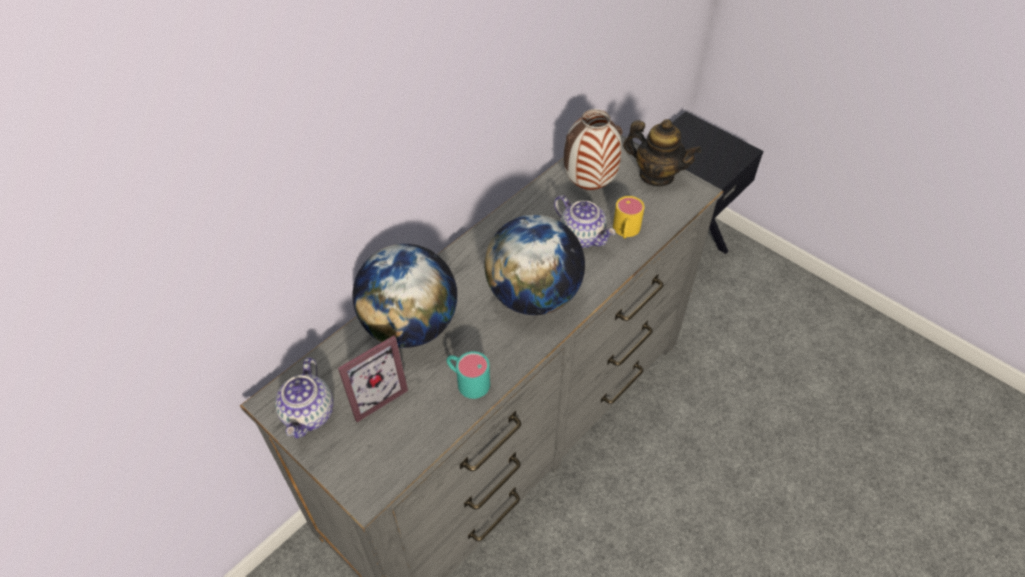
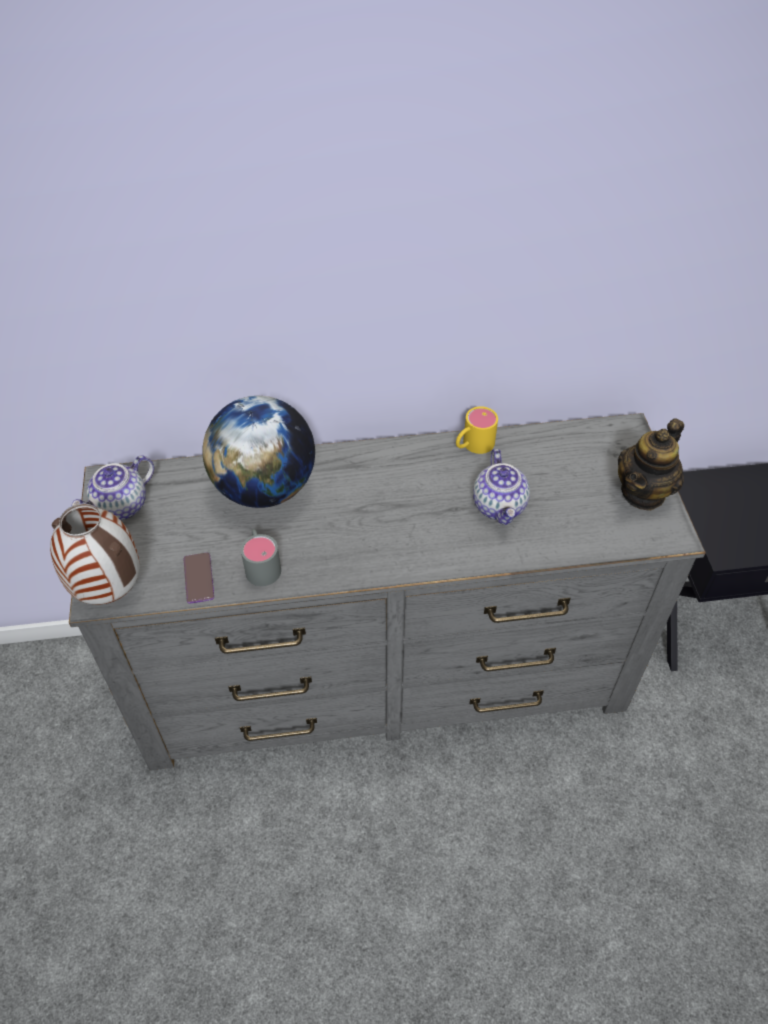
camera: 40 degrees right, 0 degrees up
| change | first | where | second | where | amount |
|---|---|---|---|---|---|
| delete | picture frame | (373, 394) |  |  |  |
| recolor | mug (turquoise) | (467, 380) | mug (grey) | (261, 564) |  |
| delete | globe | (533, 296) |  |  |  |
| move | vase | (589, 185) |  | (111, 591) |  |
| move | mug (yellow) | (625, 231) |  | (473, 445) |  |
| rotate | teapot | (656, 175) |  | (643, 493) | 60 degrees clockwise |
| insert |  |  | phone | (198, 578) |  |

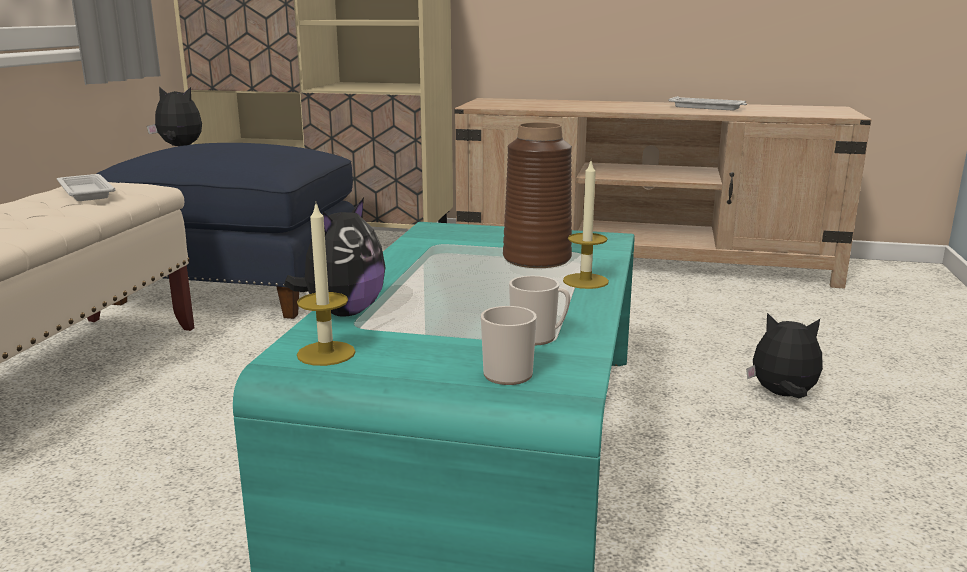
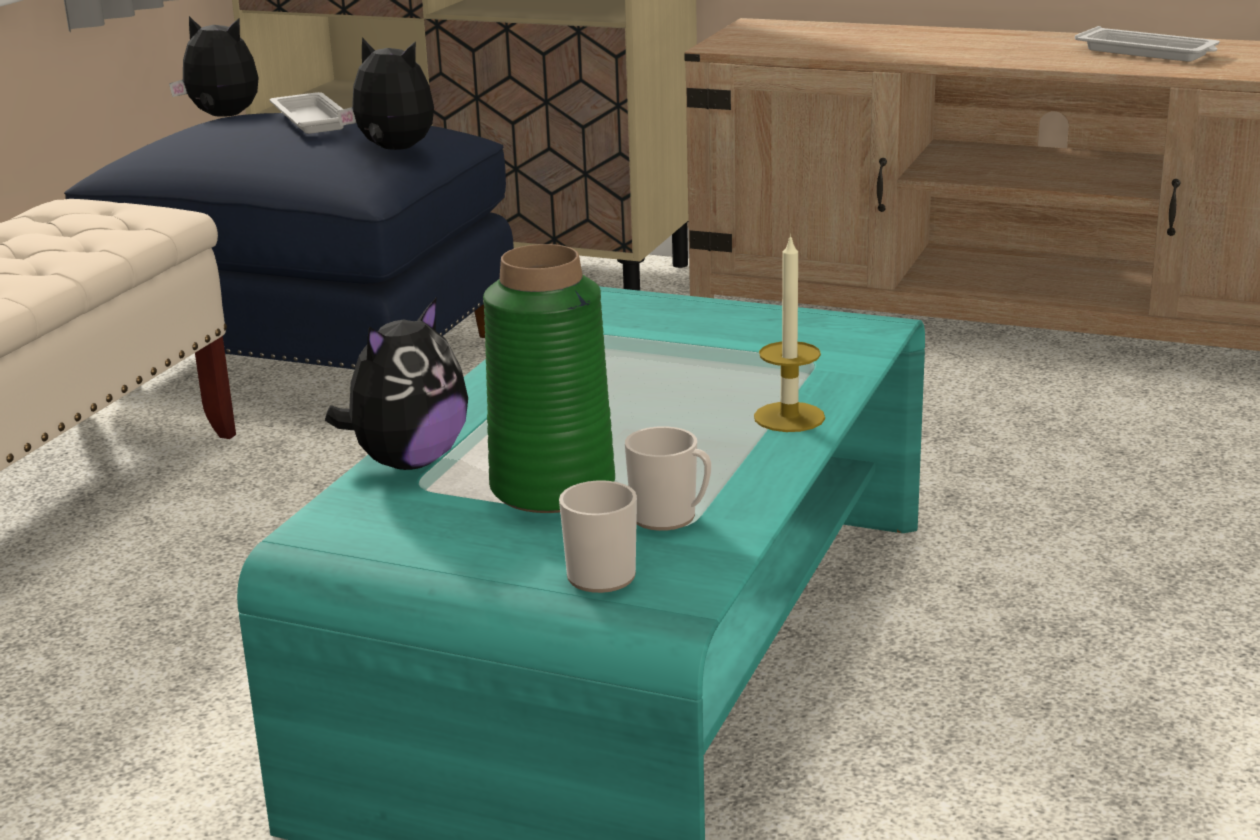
camera: 10 degrees right, 5 degrees up
| change | first | where | second | where | amount |
|---|---|---|---|---|---|
| move | tray (white) | (86, 192) |  | (311, 120) |  |
| delete | candle | (326, 353) |  |  |  |
| delete | vase (brown) | (536, 259) |  |  |  |
| move | plush toy | (783, 395) |  | (393, 150) |  |
| insert |  |  | vase (green) | (552, 487) |  |

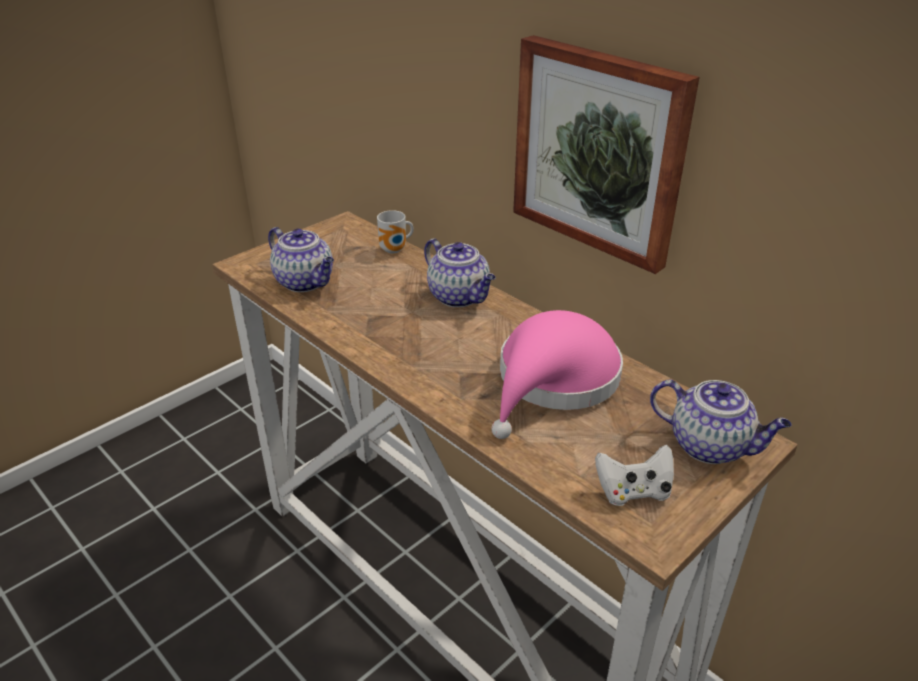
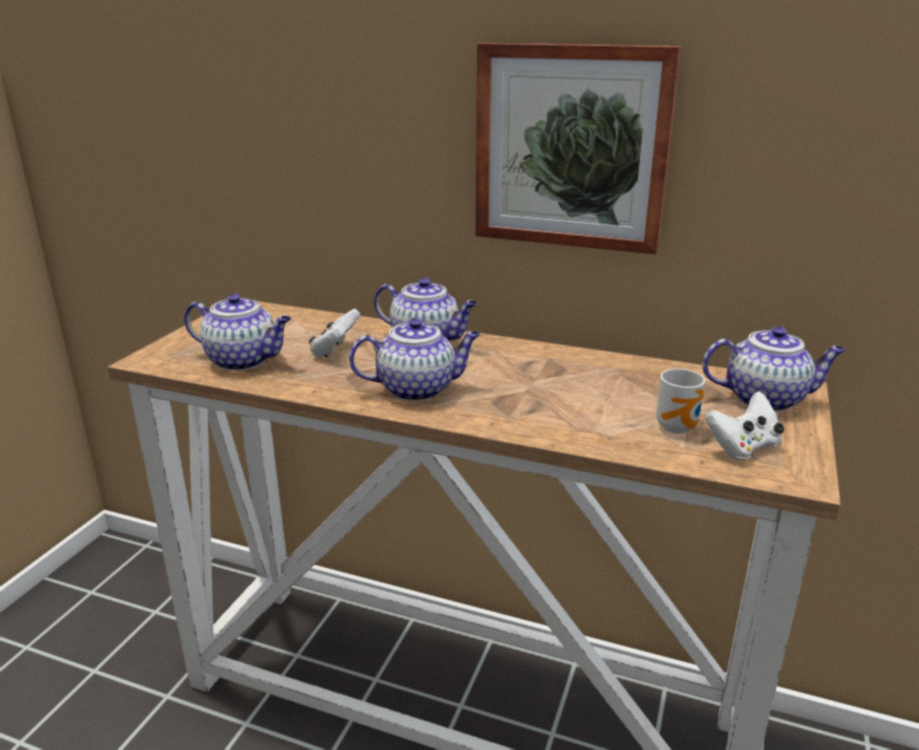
camera: 25 degrees left, 10 degrees down
| change | first | where | second | where | amount |
|---|---|---|---|---|---|
| move | mug | (395, 250) |  | (679, 427) |  |
| delete | hat (pink) | (554, 381) |  |  |  |
| insert |  |  | game controller (white) | (335, 351) |  |
| insert |  |  | teapot | (418, 389) |  |

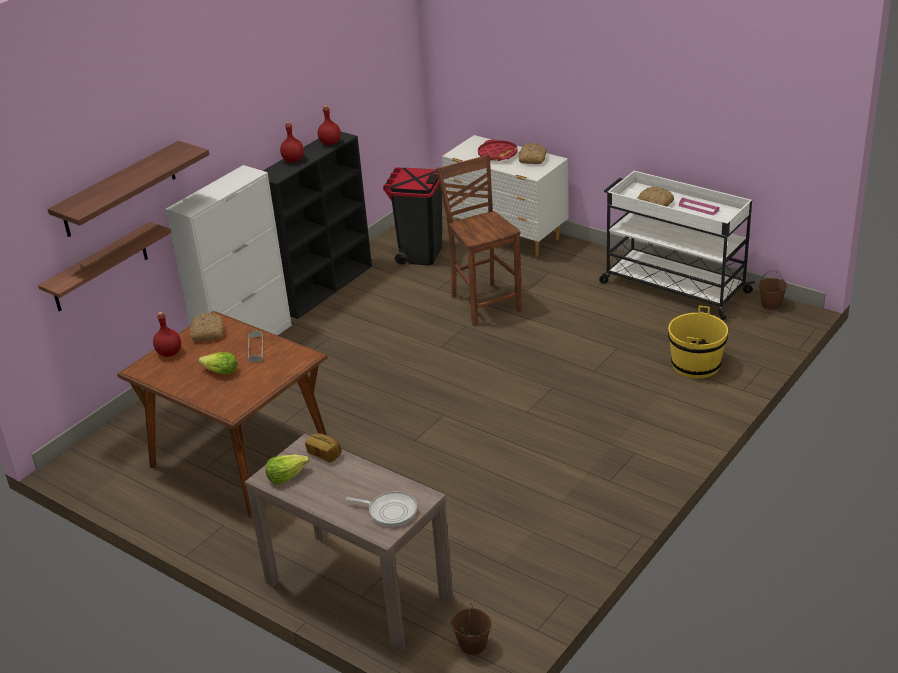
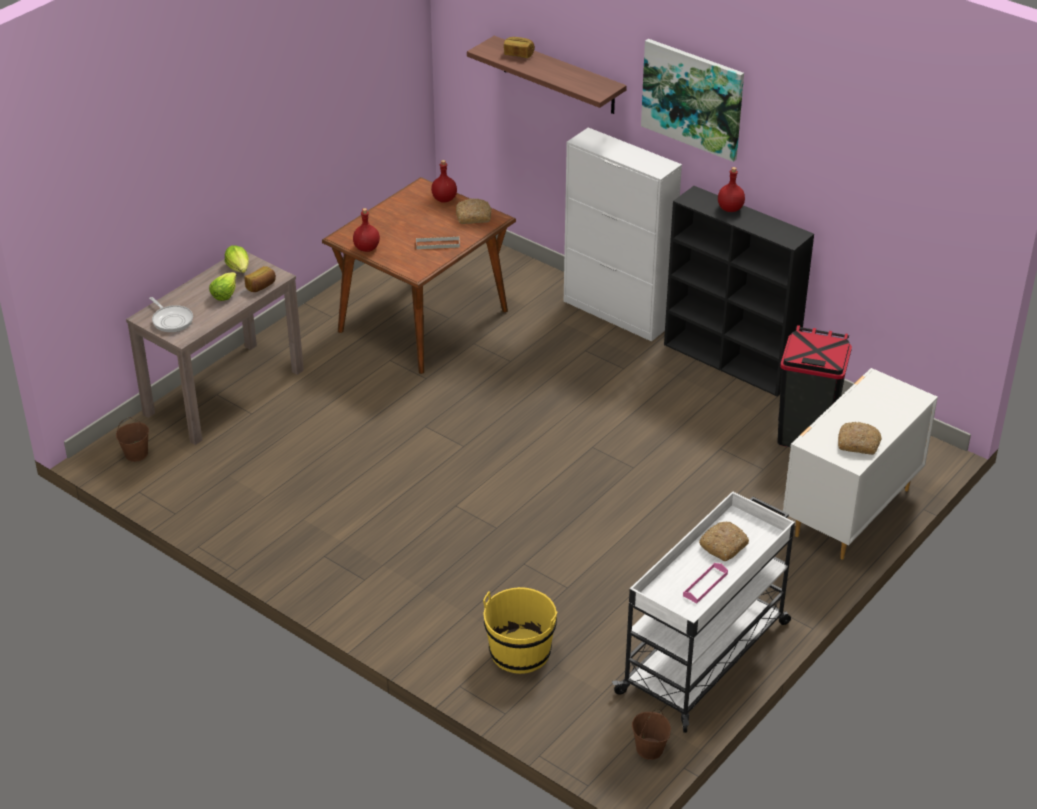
camera: 90 degrees right, 5 degrees up
| change | first | where | second | where | amount |
|---|---|---|---|---|---|
| delete | shelf | (100, 268) |  |  |  |
| move | lettuce | (220, 372) |  | (224, 294) |  |
| move | bottle (red) | (330, 143) |  | (367, 248) |  |
| rotate | frying pan | (390, 511) |  | (171, 320) | 60 degrees counterclockwise |
| delete | chair (brown) | (484, 303) |  |  |  |
| delete | tray (red) | (497, 154) |  |  |  |
| insert |  |  | bread | (518, 54) |  |
| insert |  |  | picture | (693, 98) |  |

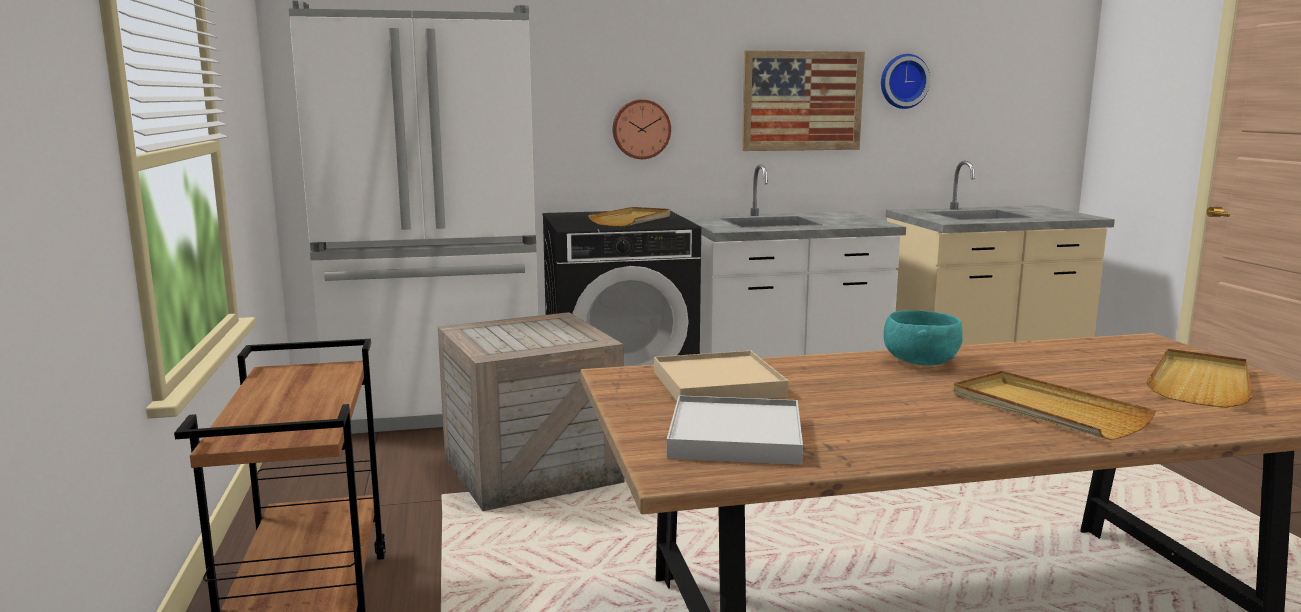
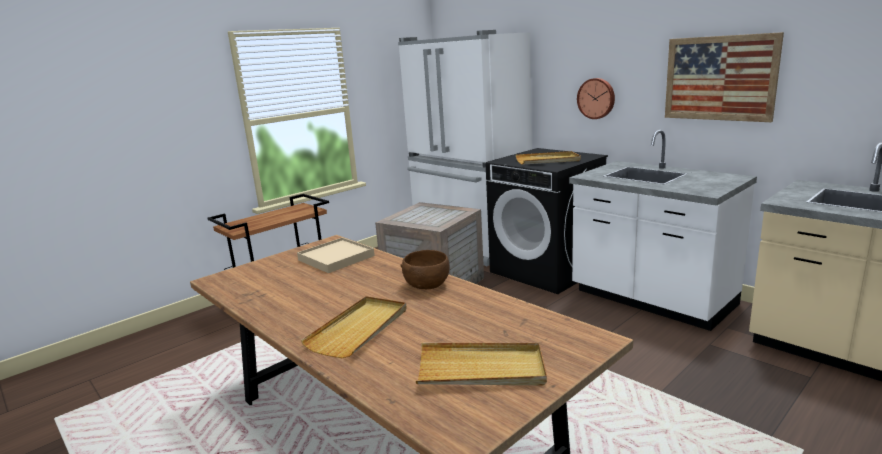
camera: 60 degrees right, 5 degrees up
| change | first | where | second | where | amount |
|---|---|---|---|---|---|
| delete | tray (white) | (735, 437) |  |  |  |
| delete | wall clock | (903, 81) |  |  |  |
| recolor | bowl (turquoise) | (919, 362) | bowl (brown) | (426, 285) |  |

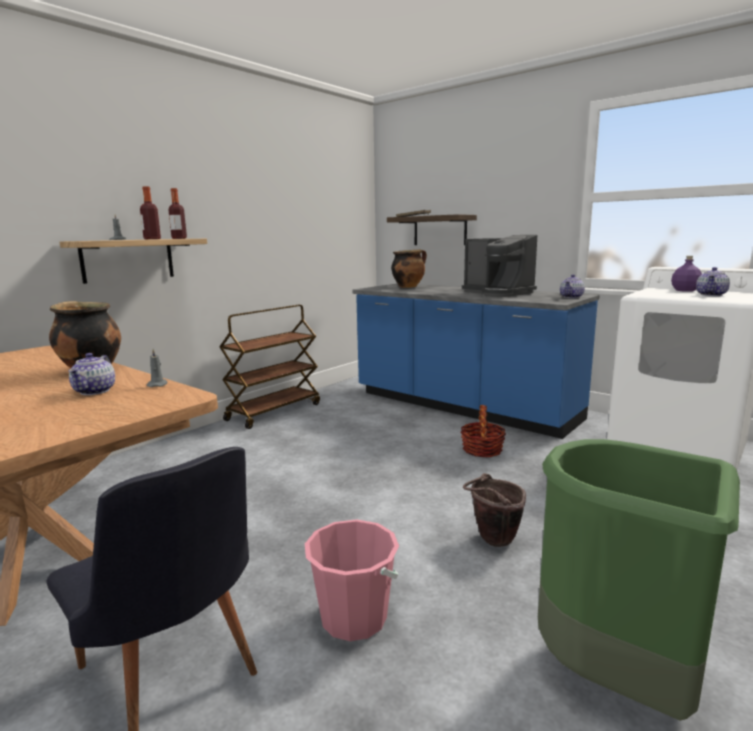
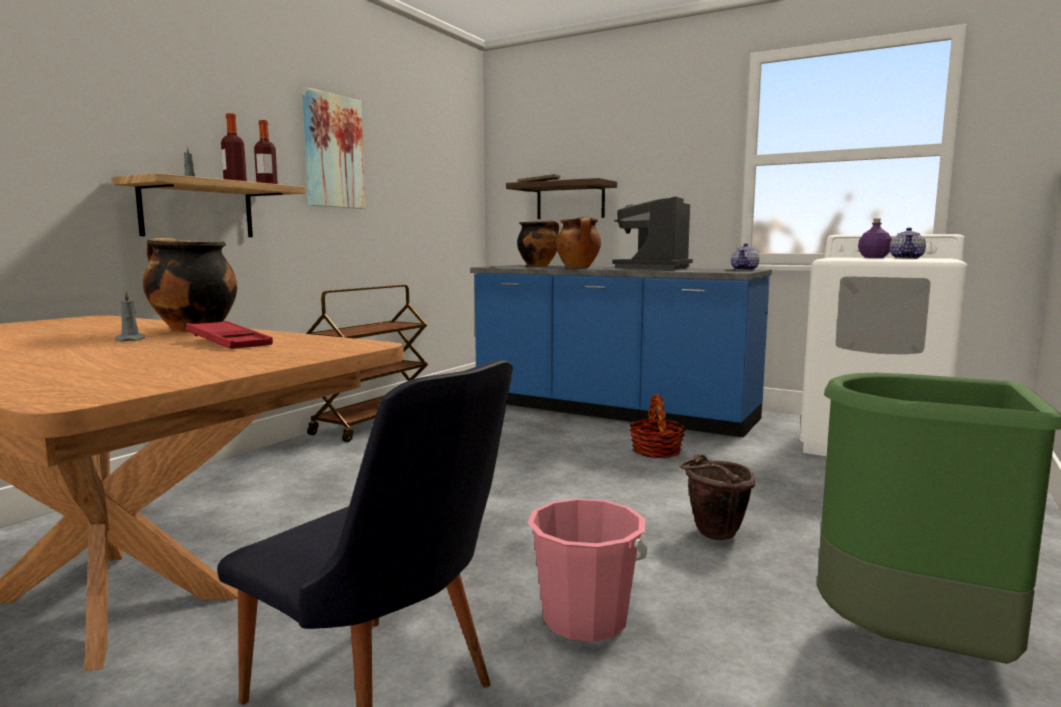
camera: 10 degrees left, 5 degrees down
| change | first | where | second | where | amount |
|---|---|---|---|---|---|
| replace | teapot | (95, 391) | tray (red) | (229, 343) |  |
| move | candle (grey) | (157, 384) |  | (131, 340) |  |
| rotate | coffee machine | (498, 293) |  | (655, 268) | 75 degrees clockwise |
| insert |  |  | picture | (333, 151) |  |
| insert |  |  | cooking pot | (579, 268) |  |

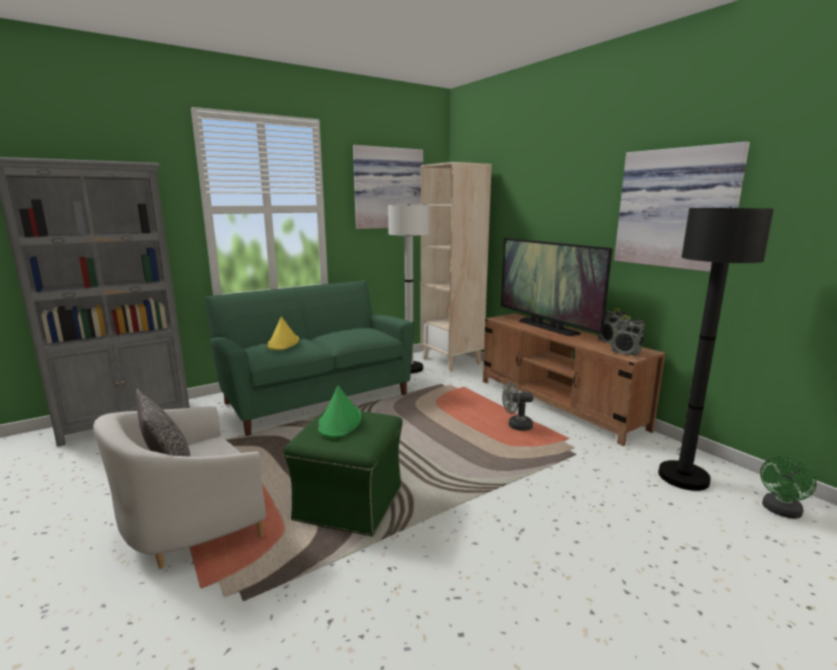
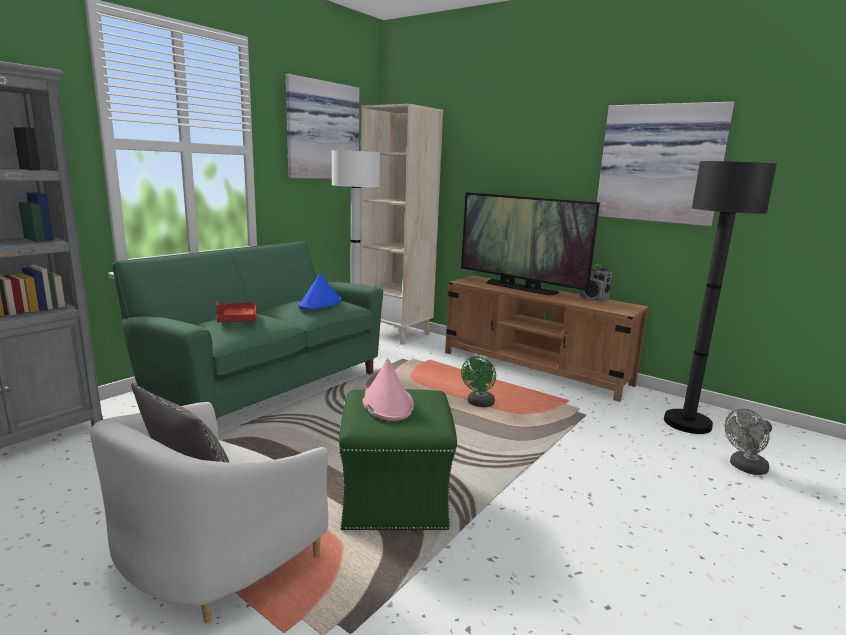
camera: 20 degrees left, 0 degrees up
| change | first | where | second | where | amount |
|---|---|---|---|---|---|
| replace | hat (yellow) | (283, 343) | tray (red) | (237, 319) |  |
| recolor | hat (green) | (340, 422) | hat (pink) | (387, 403) |  |
| move | fan (grey) | (516, 426) |  | (744, 468) |  |
| delete | radio | (625, 352) |  |  |  |
| move | fan (green) | (780, 511) |  | (479, 404) |  |
| insert |  |  | hat (blue) | (320, 303) |  |

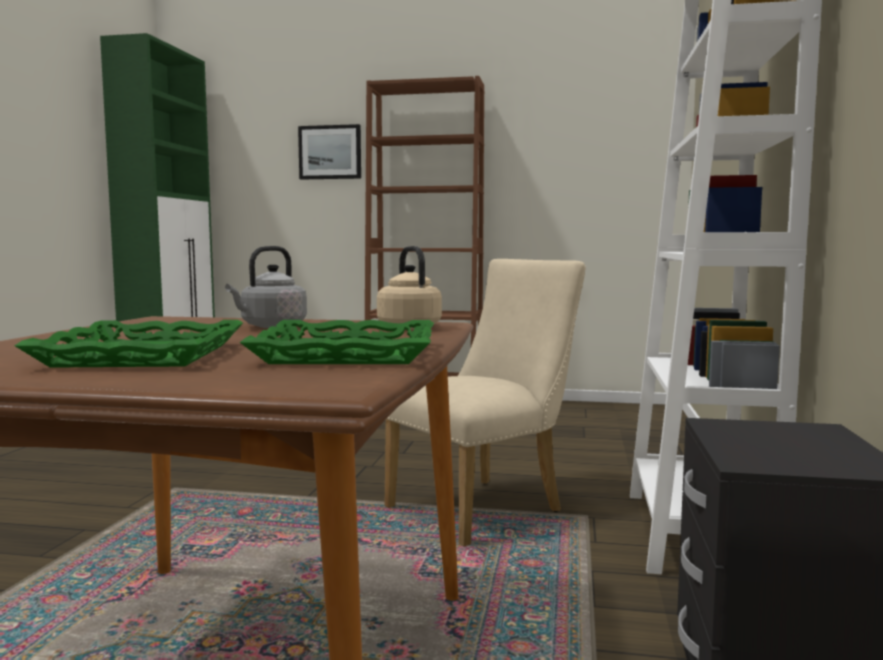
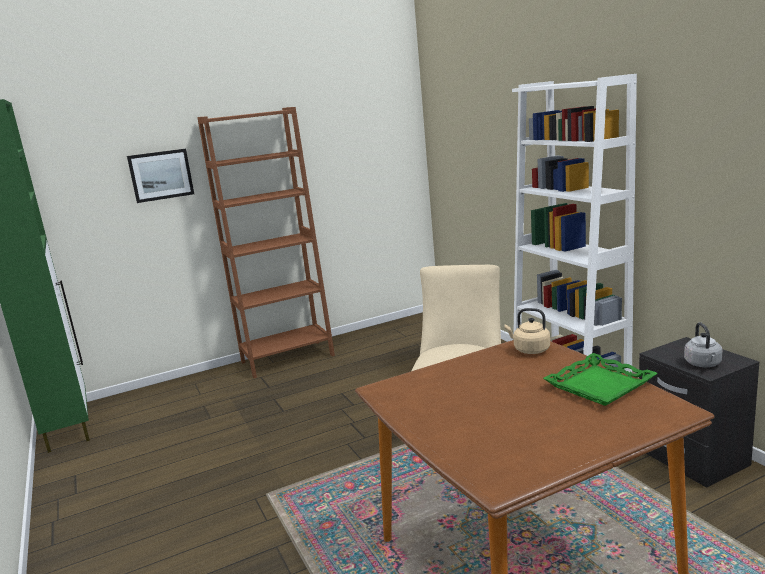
camera: 35 degrees left, 10 degrees up
| change | first | where | second | where | amount |
|---|---|---|---|---|---|
| delete | tray (green) | (142, 355) |  |  |  |
| move | kettle (grey) | (271, 326) |  | (703, 364) |  |

